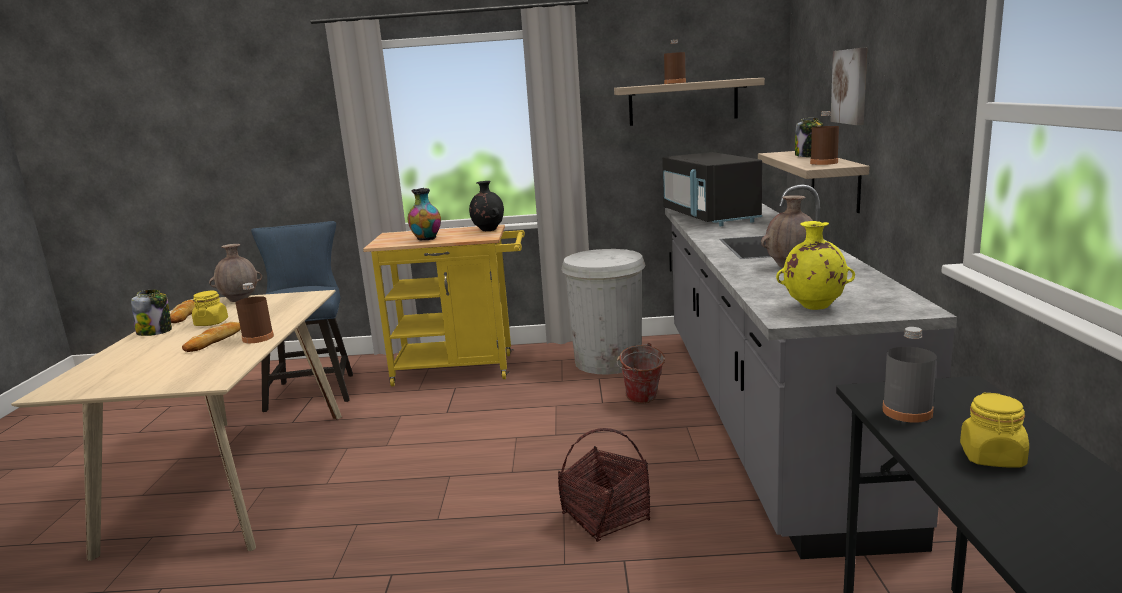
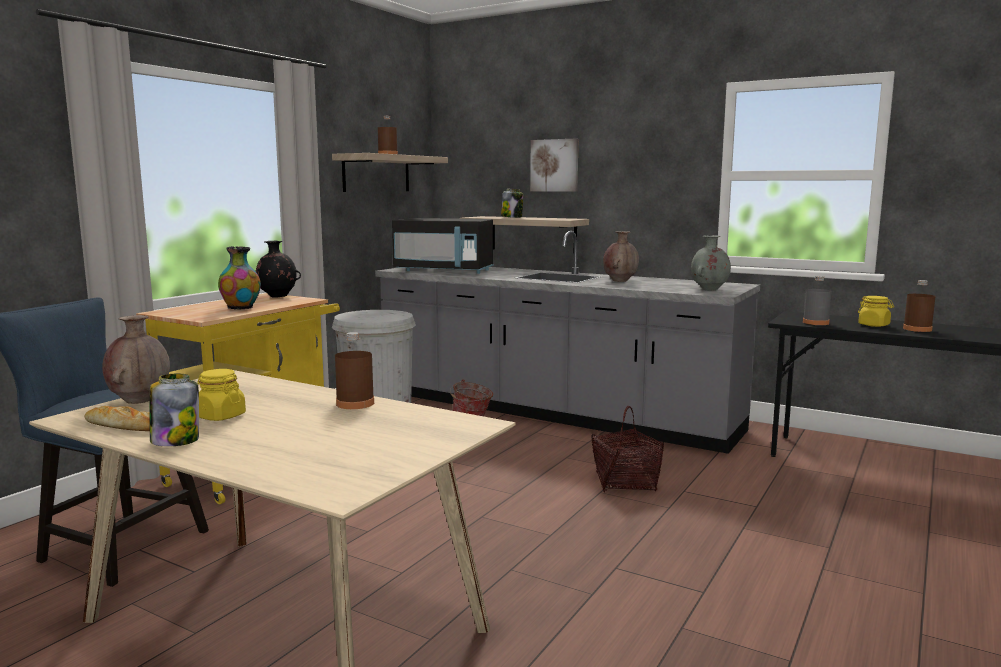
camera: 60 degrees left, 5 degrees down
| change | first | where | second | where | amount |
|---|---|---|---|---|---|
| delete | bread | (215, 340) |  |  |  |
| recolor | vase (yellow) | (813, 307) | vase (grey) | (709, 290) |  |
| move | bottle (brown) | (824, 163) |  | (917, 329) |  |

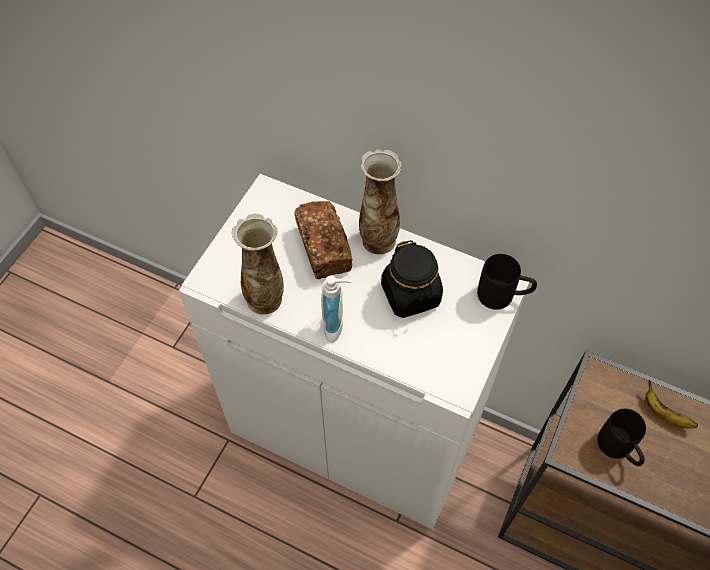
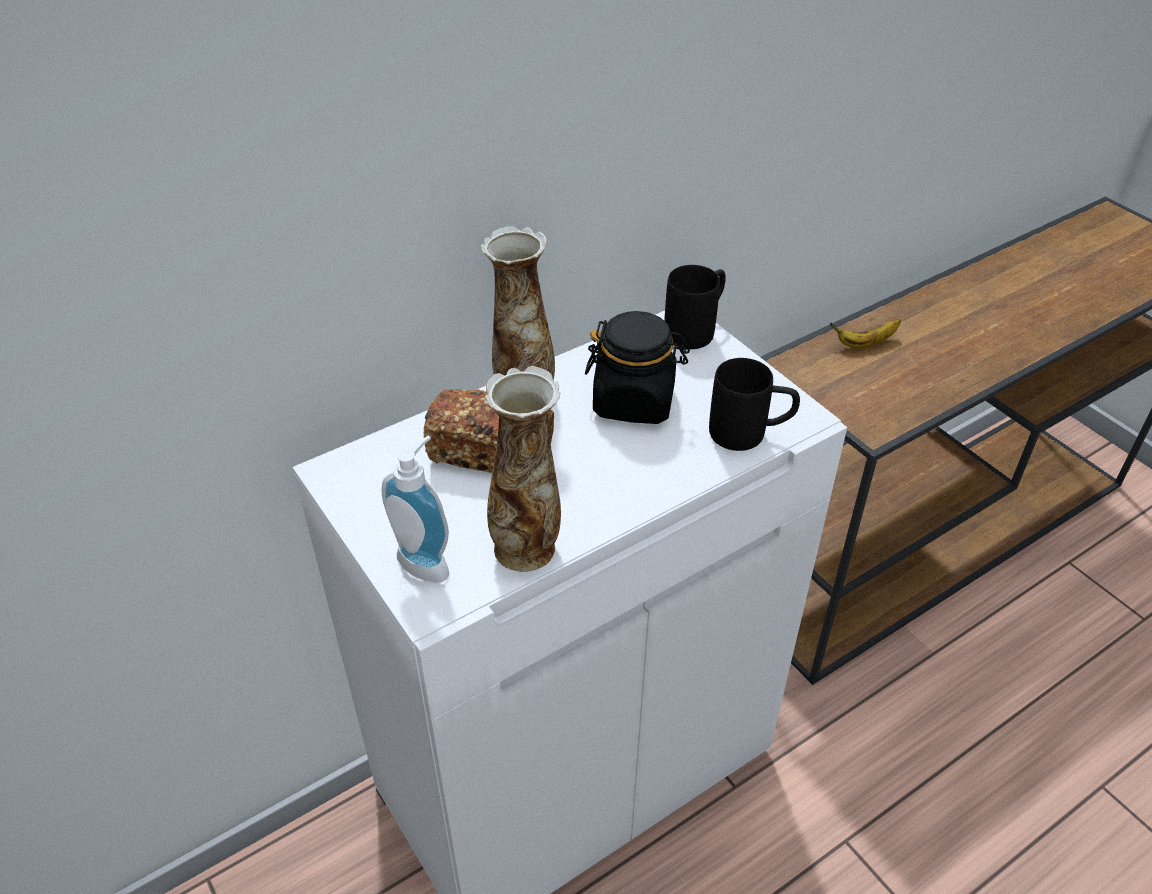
camera: 60 degrees left, 15 degrees down
| change | first | where | second | where | amount |
|---|---|---|---|---|---|
| move | soap dispenser | (337, 327) |  | (428, 561) |  |
| move | mug (black) | (618, 450) |  | (750, 434) |  |

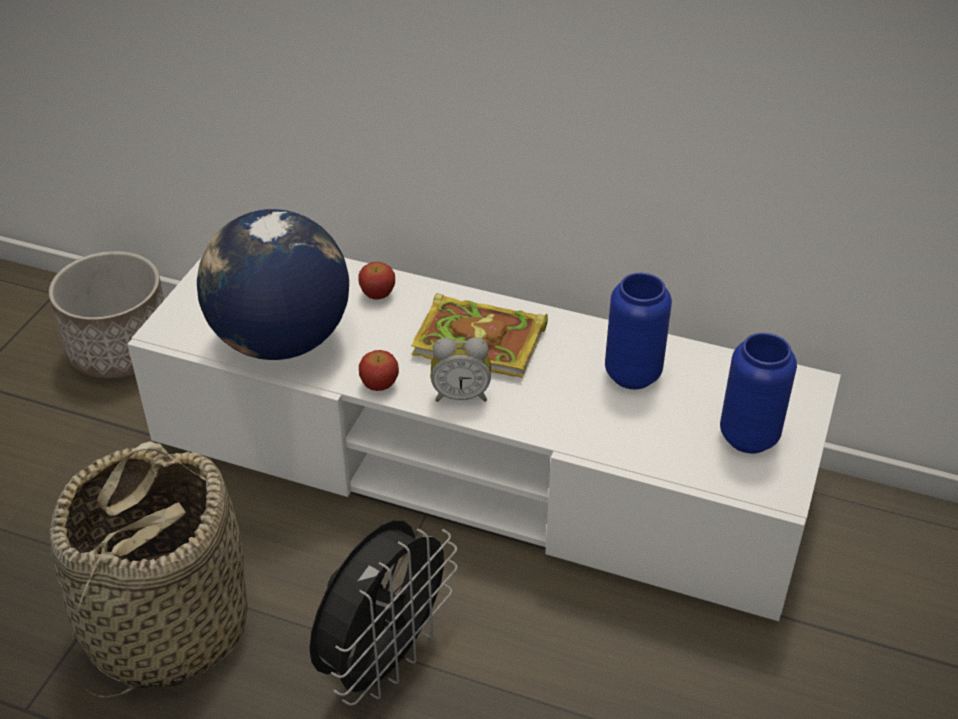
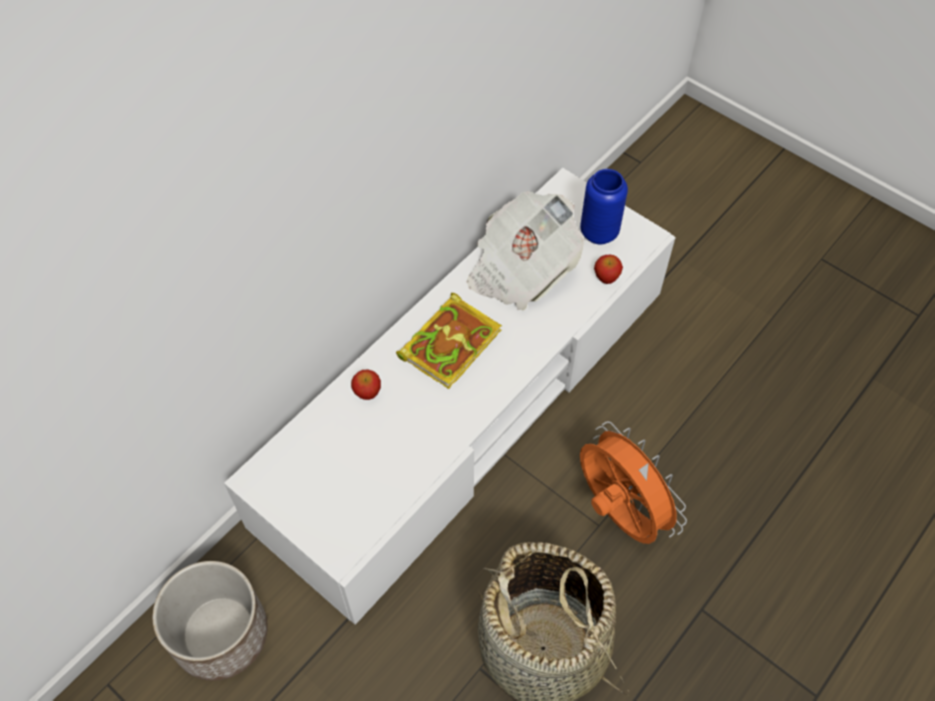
camera: 70 degrees left, 15 degrees up
| change | first | where | second | where | amount |
|---|---|---|---|---|---|
| delete | globe | (280, 341) |  |  |  |
| recolor | fan (black) | (384, 660) | fan (orange) | (617, 513) |  |
| move | apple | (380, 384) |  | (606, 277) |  |
| delete | alarm clock | (461, 394) |  |  |  |
| replace | vase (blue) | (632, 374) | newspaper | (520, 269) |  |

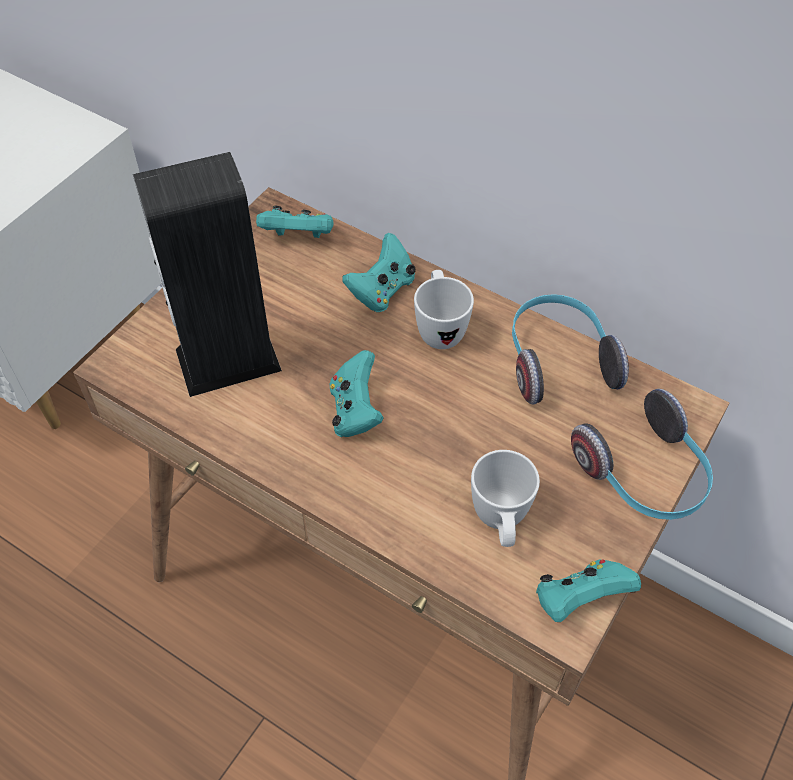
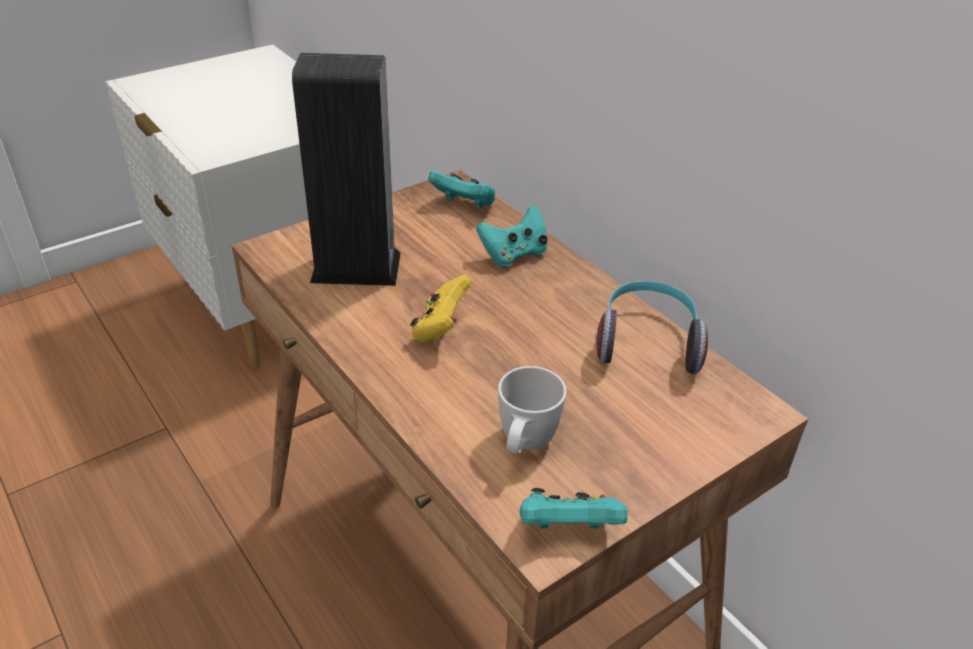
camera: 20 degrees right, 15 degrees down
| change | first | where | second | where | amount |
|---|---|---|---|---|---|
| recolor | game controller (turquoise) | (355, 411) | game controller (yellow) | (440, 328) |  |
| delete | mug (white) | (439, 328) |  |  |  |
| delete | headphones | (644, 475) |  |  |  |

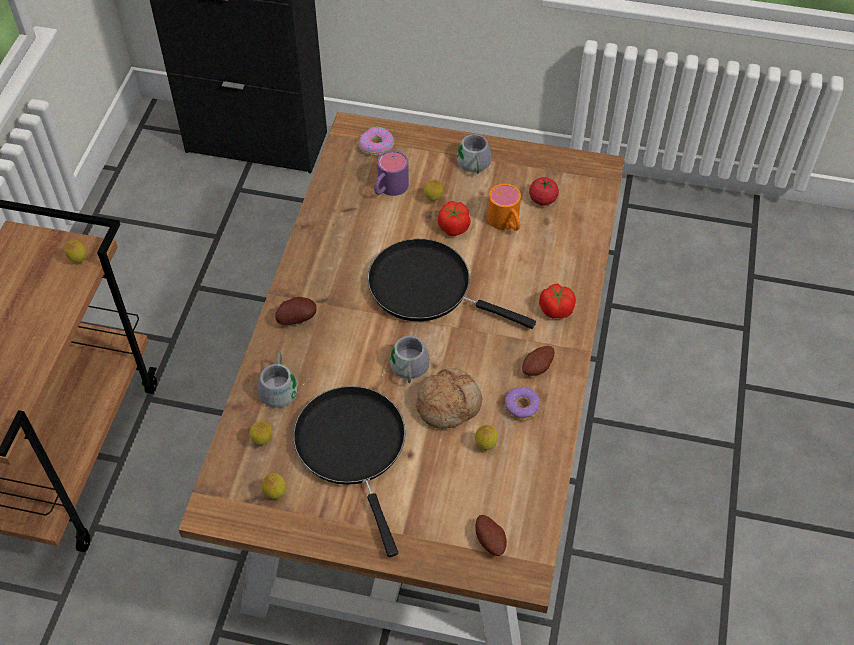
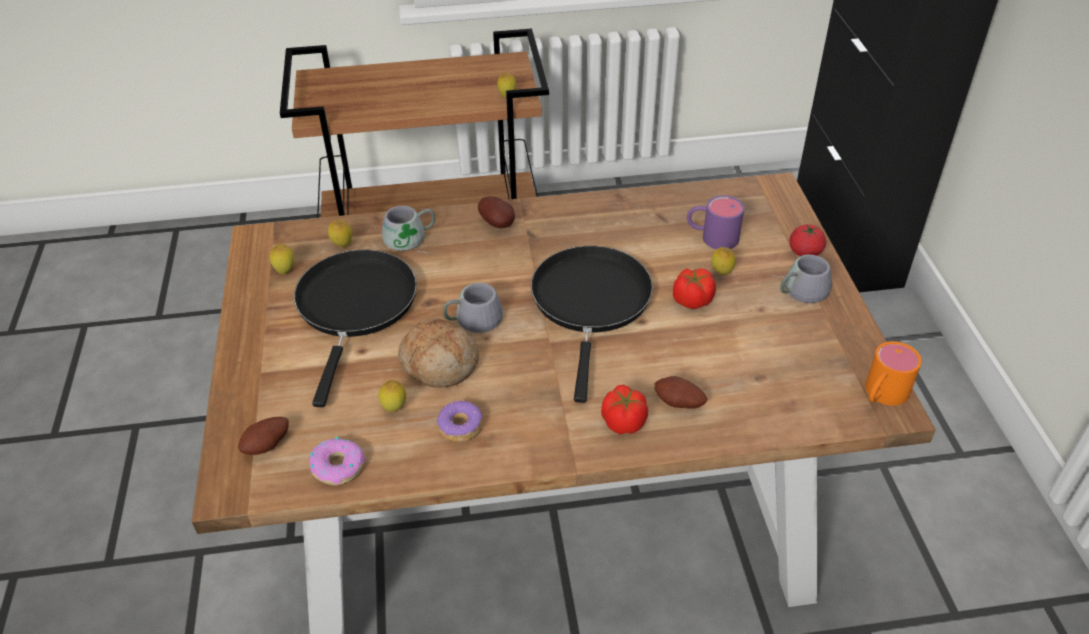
camera: 70 degrees right, 10 degrees down
| change | first | where | second | where | amount |
|---|---|---|---|---|---|
| rotate | frying pan (black) | (353, 448) |  | (355, 307) | 45 degrees counterclockwise |
| move | donut | (376, 145) |  | (338, 466) |  |
| move | mug (orange) | (506, 223) |  | (881, 395) |  |
| move | potato | (538, 368) |  | (678, 404) |  |
| move | tomato | (542, 199) |  | (805, 252) |  |

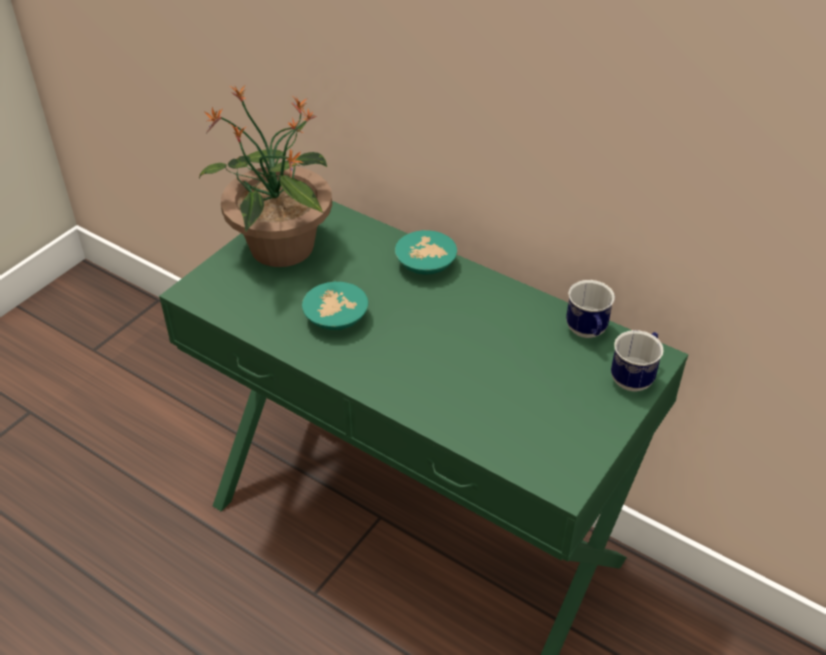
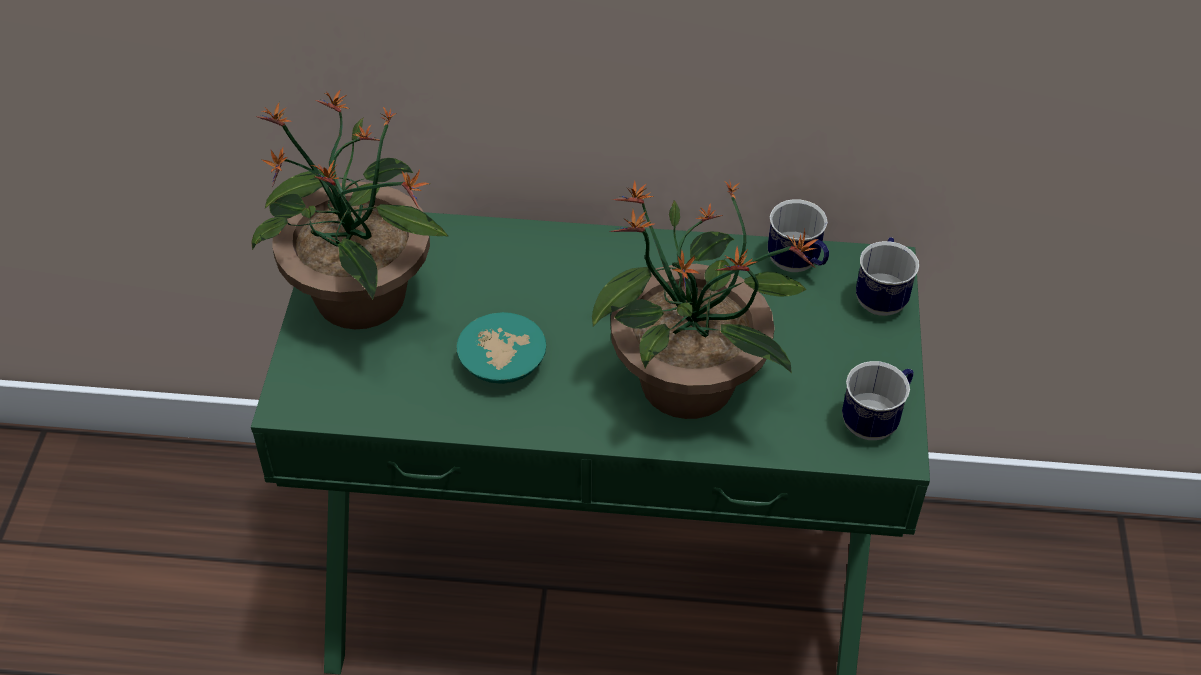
camera: 30 degrees left, 5 degrees up
| change | first | where | second | where | amount |
|---|---|---|---|---|---|
| delete | bowl (turquoise) | (428, 265) |  |  |  |
| insert |  |  | potted plant | (689, 385) |  |
| insert |  |  | mug | (875, 421) |  |

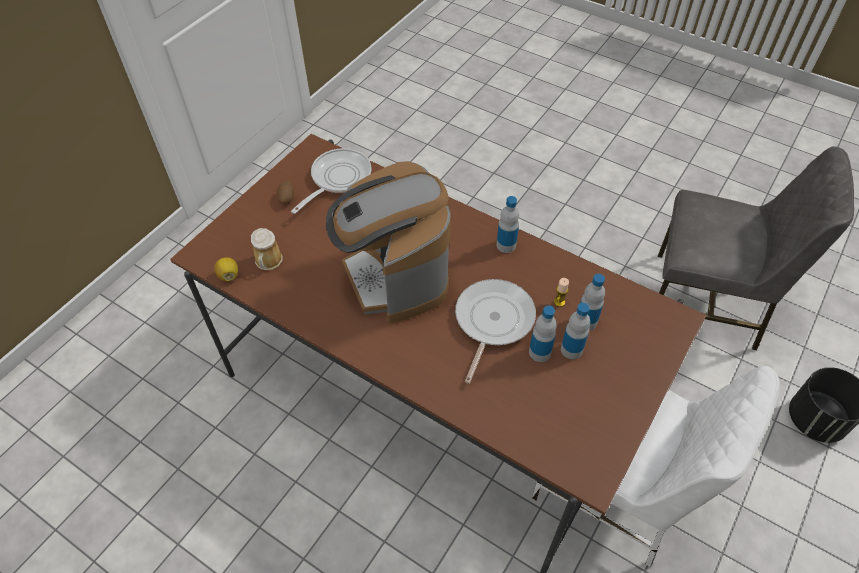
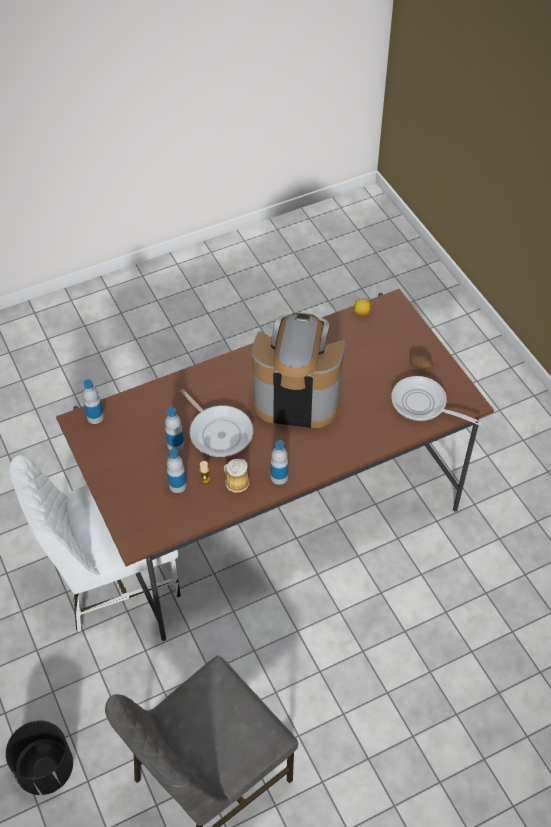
camera: 120 degrees right, 0 degrees up
| change | first | where | second | where | amount |
|---|---|---|---|---|---|
| move | mug | (268, 261) |  | (235, 482) |  |
| rotate | frying pan | (337, 179) |  | (423, 405) | 150 degrees clockwise |
| move | bottle | (571, 349) |  | (95, 417) |  |

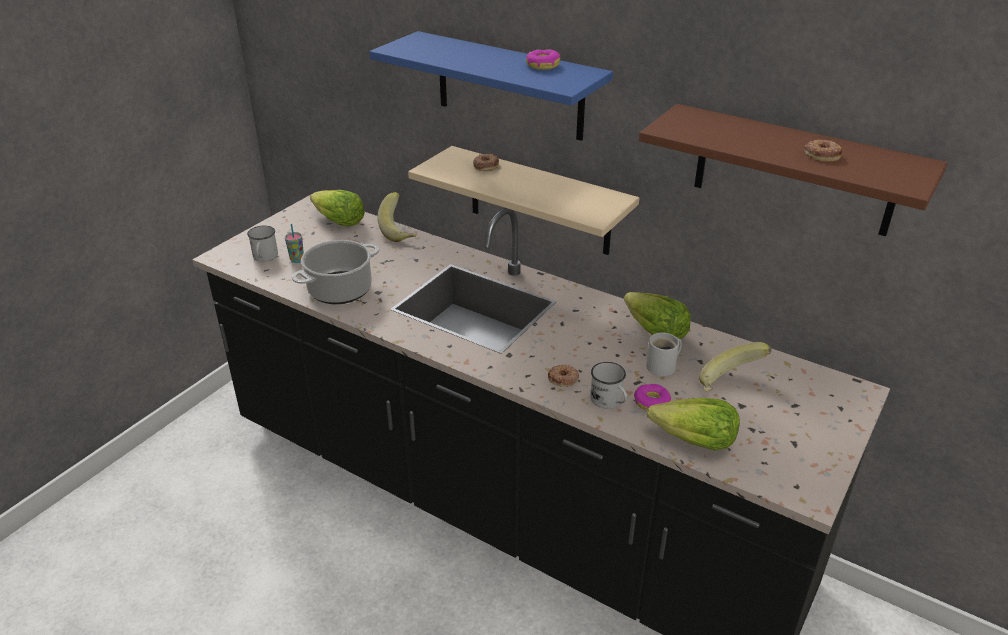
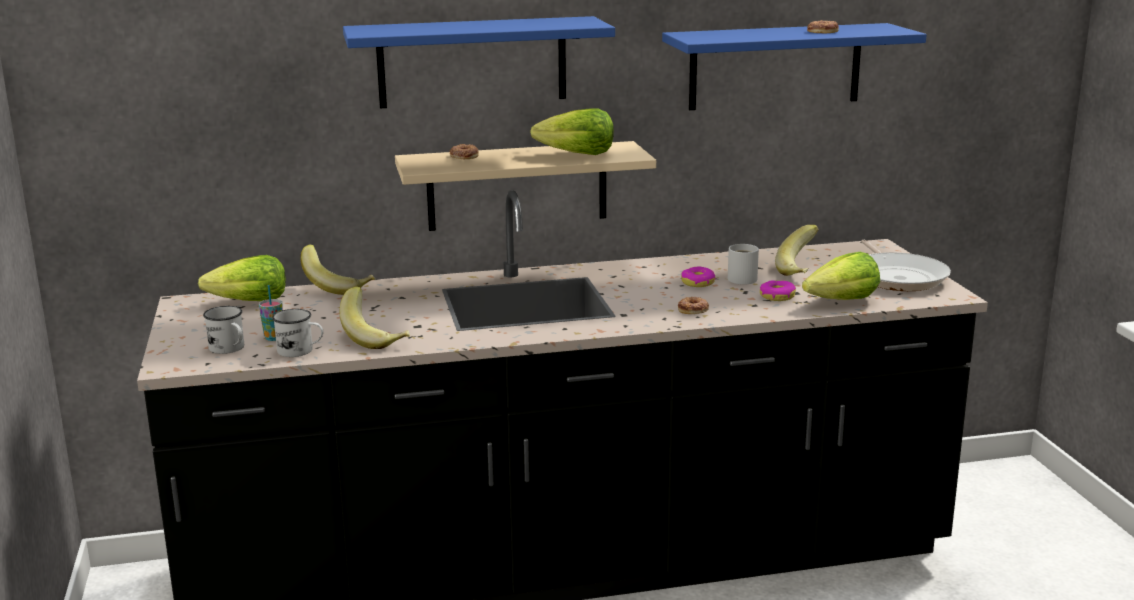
camera: 45 degrees left, 15 degrees down
| change | first | where | second | where | amount |
|---|---|---|---|---|---|
| replace | cooking pot | (339, 291) | banana | (377, 338) |  |
| move | donut | (542, 65) |  | (697, 283) |  |
| move | mug (white) | (609, 402) |  | (300, 351) |  |
| move | lettuce | (654, 332) |  | (576, 155) |  |
| recolor | shelf (brown) | (794, 170) | shelf (blue) | (775, 66) |  |
| insert |  |  | frying pan | (897, 277) |  |

